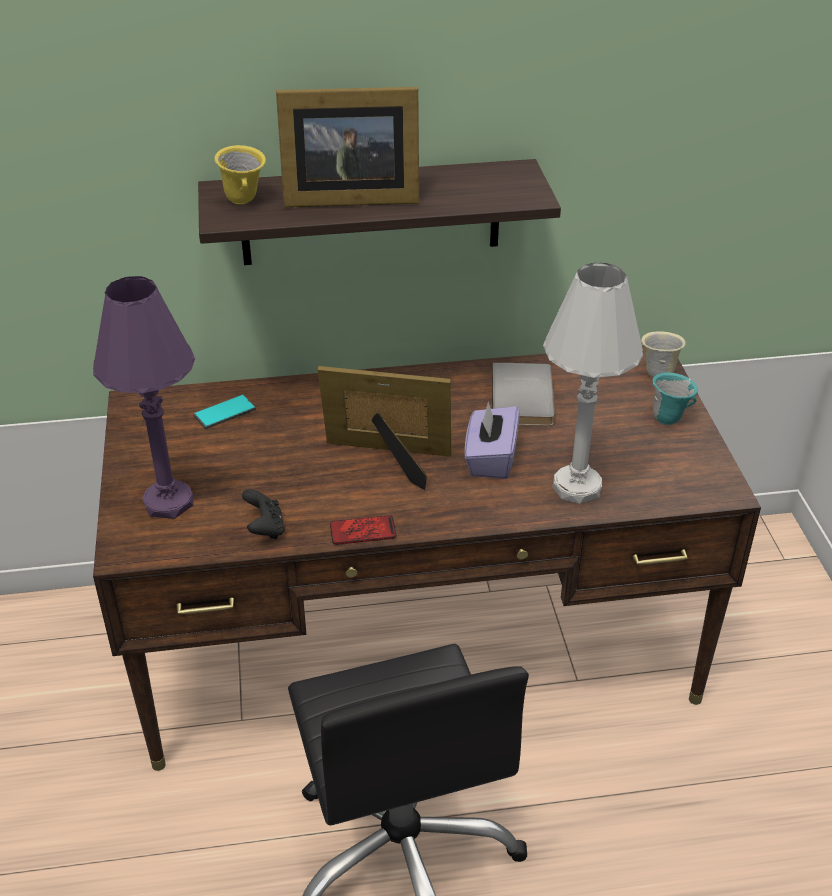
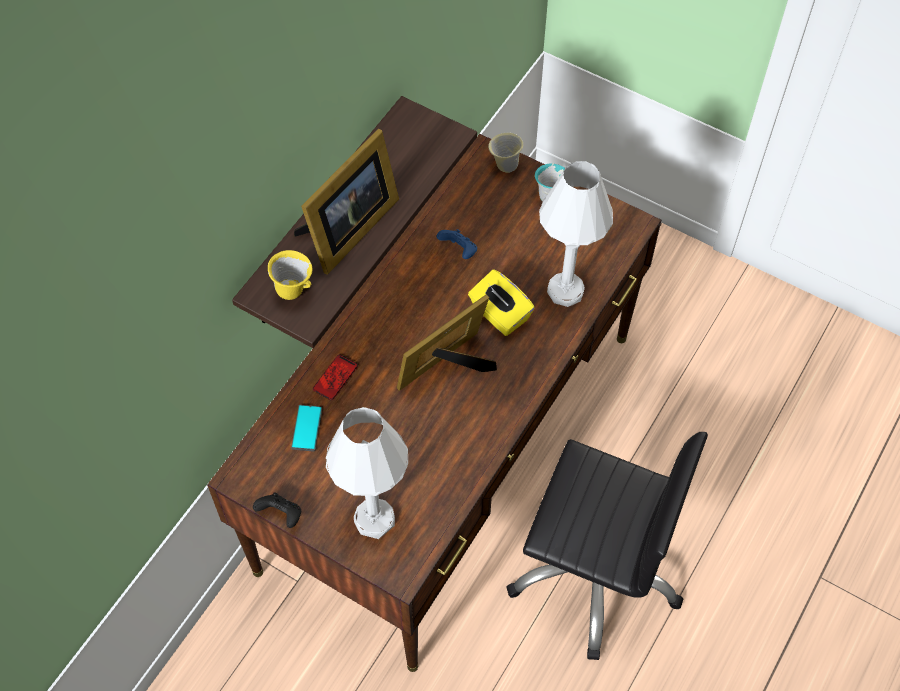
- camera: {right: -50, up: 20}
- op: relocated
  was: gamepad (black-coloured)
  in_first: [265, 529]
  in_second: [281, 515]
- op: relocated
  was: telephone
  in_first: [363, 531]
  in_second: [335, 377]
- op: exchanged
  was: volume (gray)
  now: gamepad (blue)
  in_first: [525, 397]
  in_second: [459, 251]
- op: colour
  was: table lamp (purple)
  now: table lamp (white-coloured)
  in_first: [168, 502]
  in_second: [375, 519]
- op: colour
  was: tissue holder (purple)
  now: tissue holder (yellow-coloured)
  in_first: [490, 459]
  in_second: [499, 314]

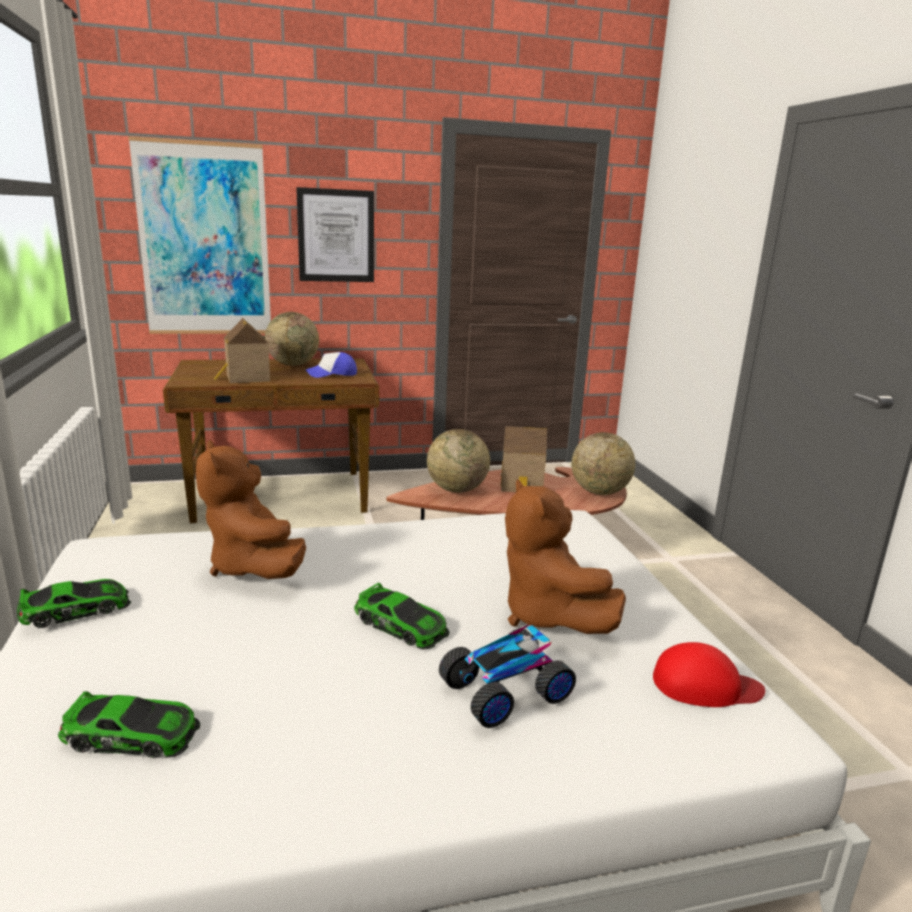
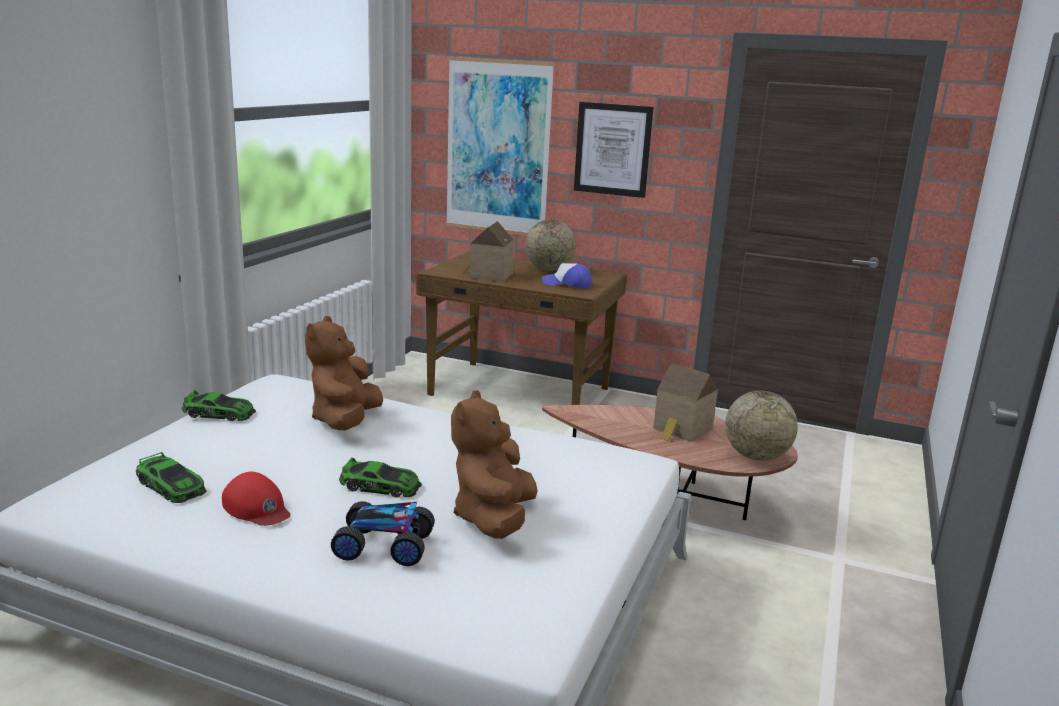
- camera: {right: 35, up: 0}
- op: missing
  was: world globe
  in_first: [457, 490]
- op: relocated
  was: cap (red-coloured)
  in_first: [705, 685]
  in_second: [257, 508]
- op: spun
  was: toy car
  in_first: [401, 625]
  in_second: [381, 486]
  clockwise: -60

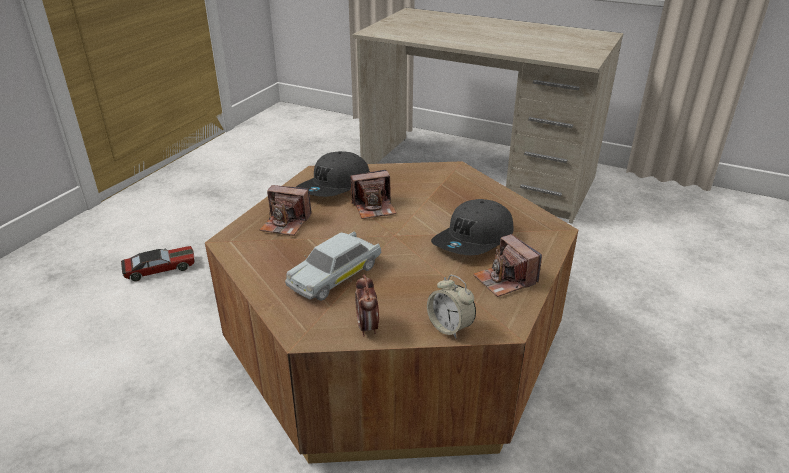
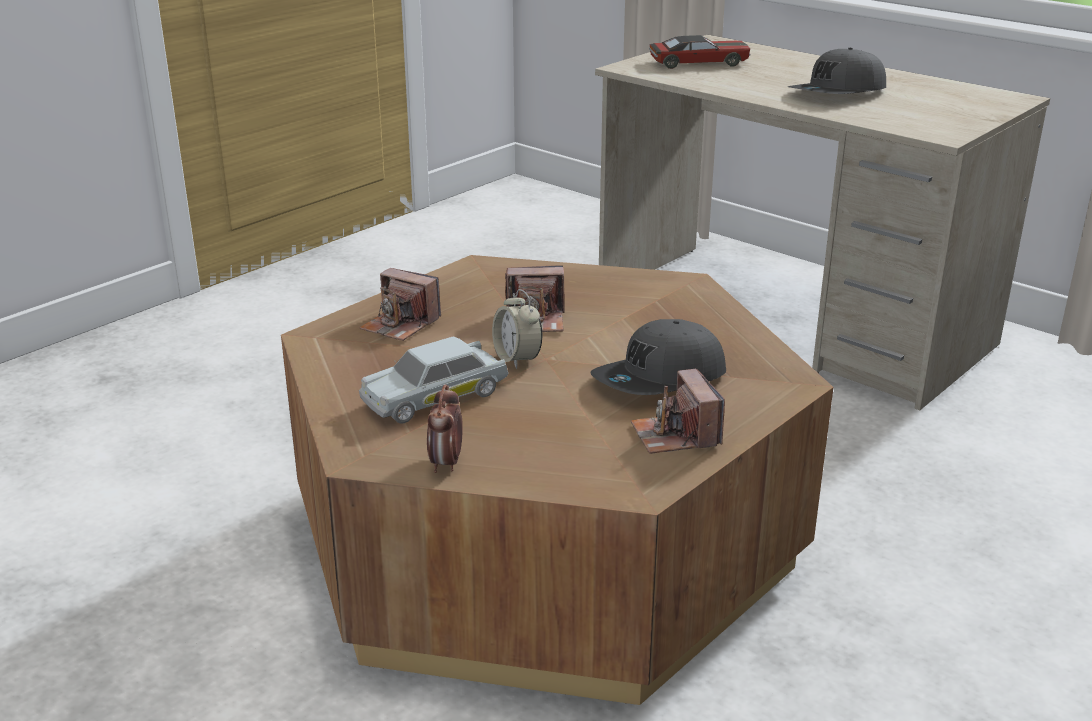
- camera: {right: 15, up: -5}
- op: relocated
  was: toy car
  in_first: [160, 268]
  in_second: [699, 63]
- op: relocated
  was: cap (gray)
  in_first: [335, 186]
  in_second: [838, 93]
- op: relocated
  was: bedside clock
  in_first: [450, 327]
  in_second: [517, 359]

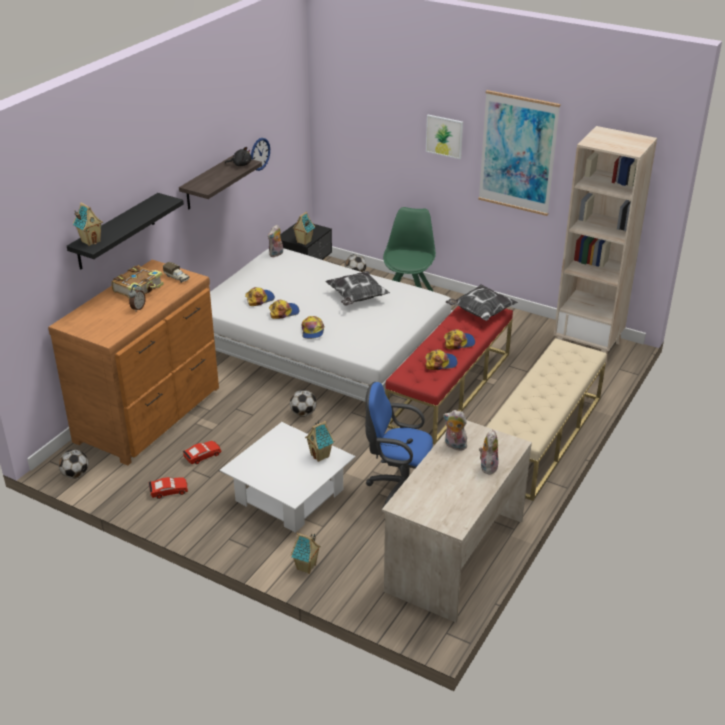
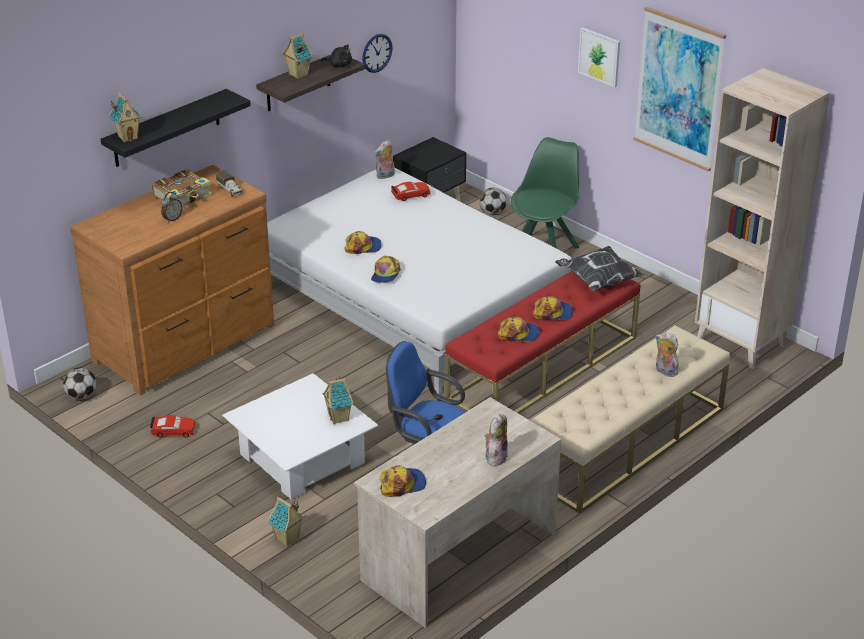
- camera: {right: 15, up: 0}
- op: missing
  was: football ball
  in_first: [303, 413]
- op: missing
  was: pillow
  in_first: [356, 298]
- op: relocated
  was: toy car (red-coloured)
  in_first: [202, 456]
  in_second: [410, 195]
- op: relocated
  was: cap
  in_first: [259, 299]
  in_second: [402, 484]
- op: relocated
  was: miniature house
  in_first: [303, 242]
  in_second: [297, 75]
- op: relocated
  was: cuddly toy
  in_first: [454, 446]
  in_second: [664, 371]

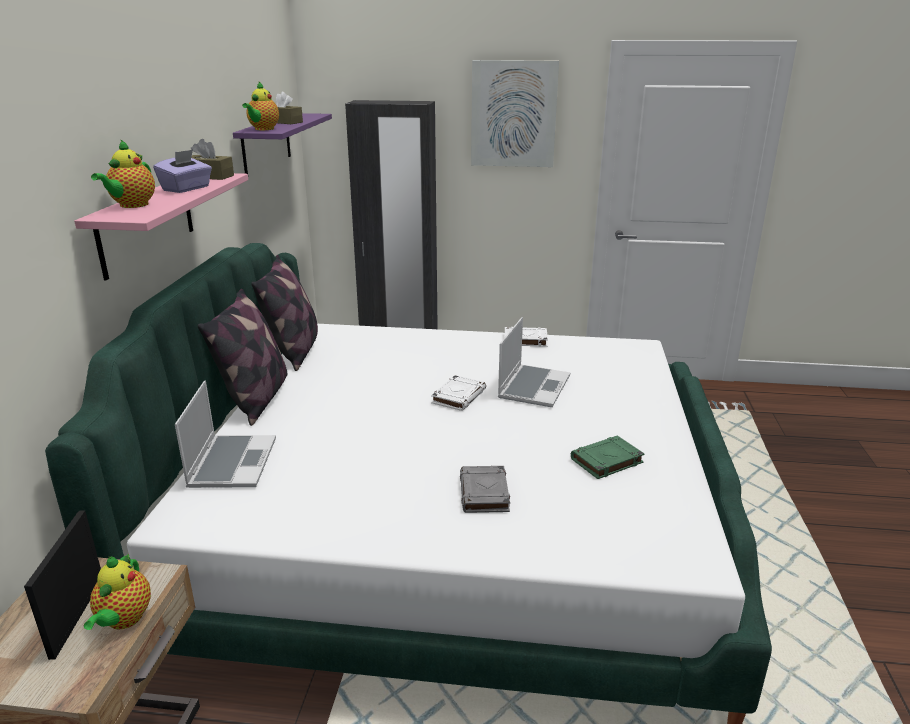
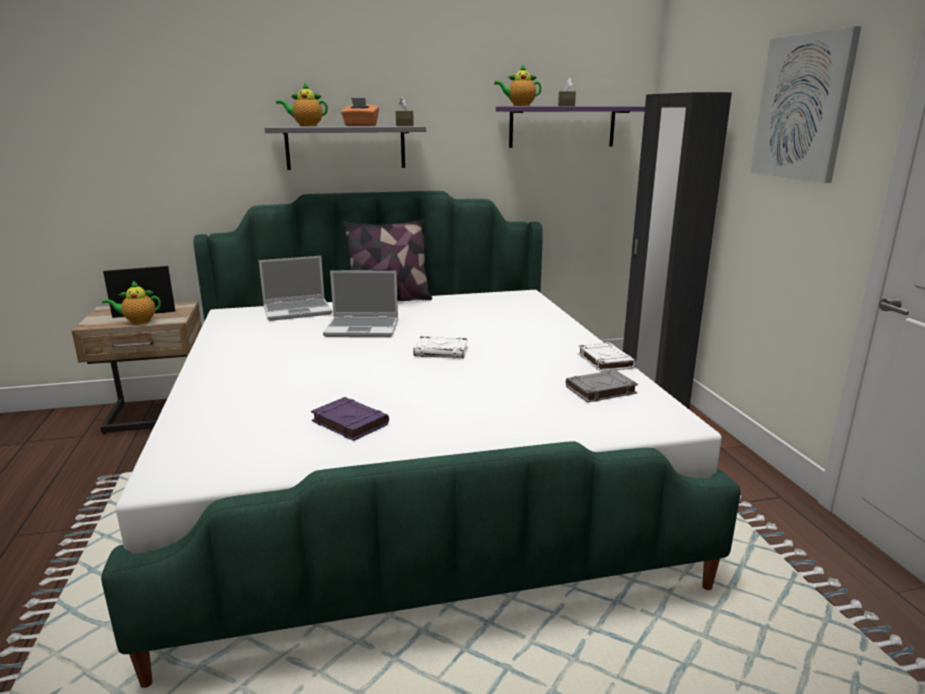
- camera: {right: 70, up: -5}
- op: missing
  was: pillow
  in_first: [294, 351]
- op: relocated
  was: volume (gray)
  in_first: [484, 494]
  in_second: [600, 390]
- op: relocated
  was: portable computer
  in_first: [533, 387]
  in_second: [363, 328]
- op: colour
  was: bracket shelf (pinkish)
  now: bracket shelf (gray)
  in_first: [147, 223]
  in_second: [346, 147]
- op: colour
  was: tissue holder (purple)
  now: tissue holder (orangey)
  in_first: [186, 189]
  in_second: [360, 126]
- op: colour
  was: volume (green-coloured)
  now: volume (purple)
  in_first: [606, 461]
  in_second: [349, 423]

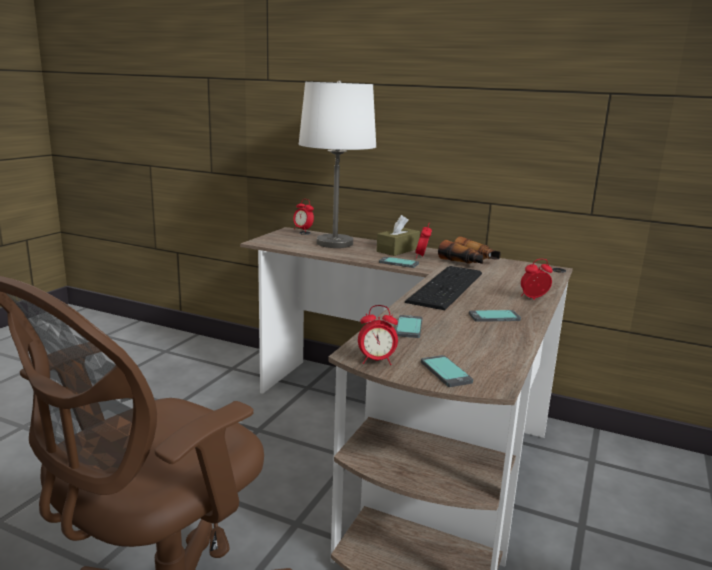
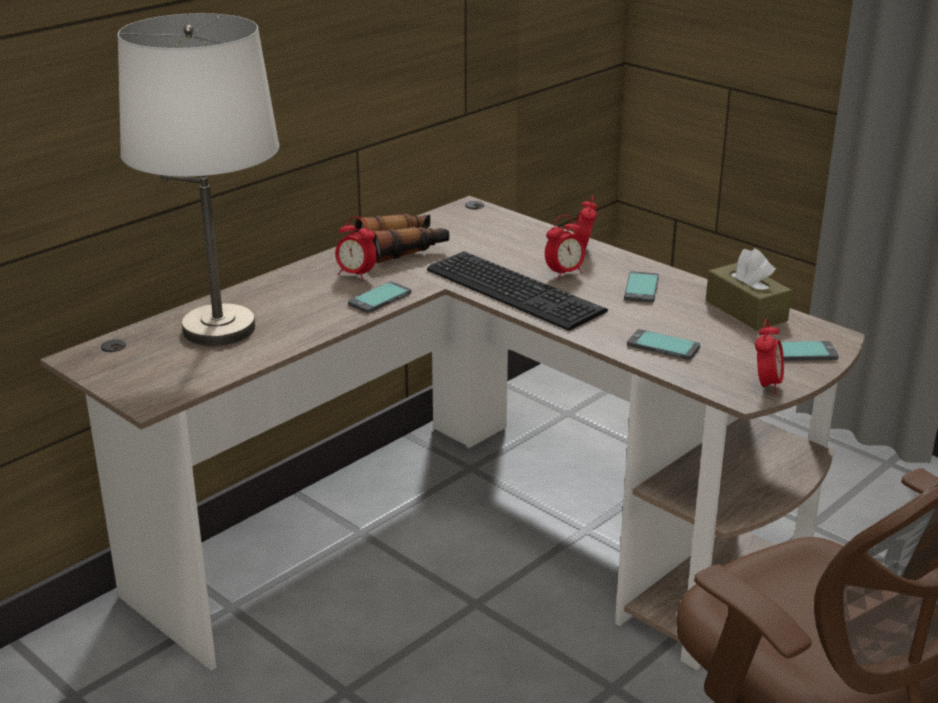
- camera: {right: -70, up: 10}
- op: relocated
  was: bedside clock
  in_first: [303, 230]
  in_second: [564, 273]
- op: relocated
  was: tissue holder (brown-coloured)
  in_first: [397, 250]
  in_second: [746, 310]

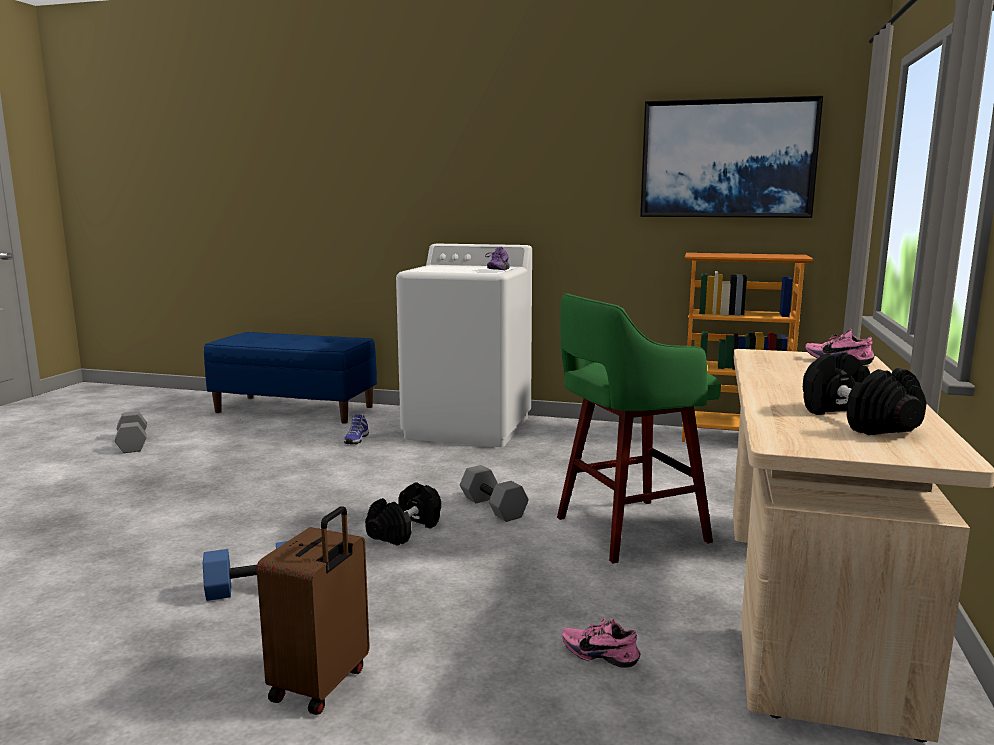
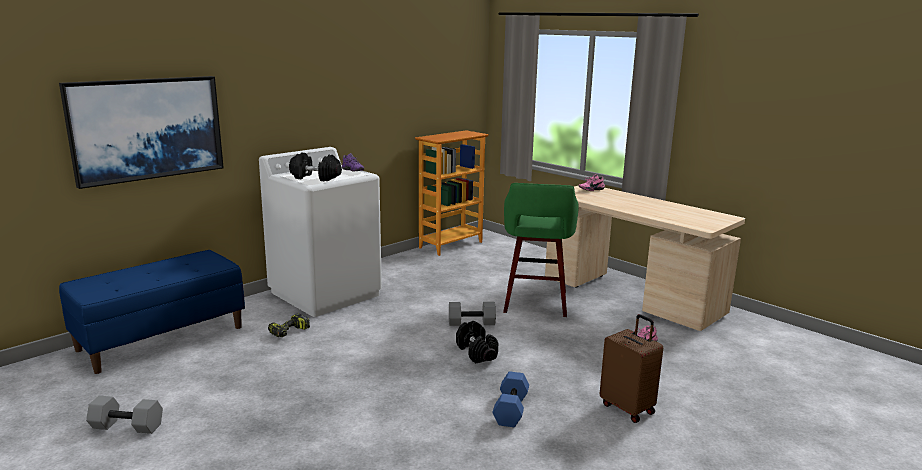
- camera: {right: -60, up: 5}
- op: relocated
  was: picture
  in_first: [727, 159]
  in_second: [147, 128]
- op: relocated
  was: free weight (black-coloured)
  in_first: [856, 420]
  in_second: [315, 178]
- op: exchanged
  was: item of footwear
  now: electric drill
  in_first: [356, 440]
  in_second: [289, 332]

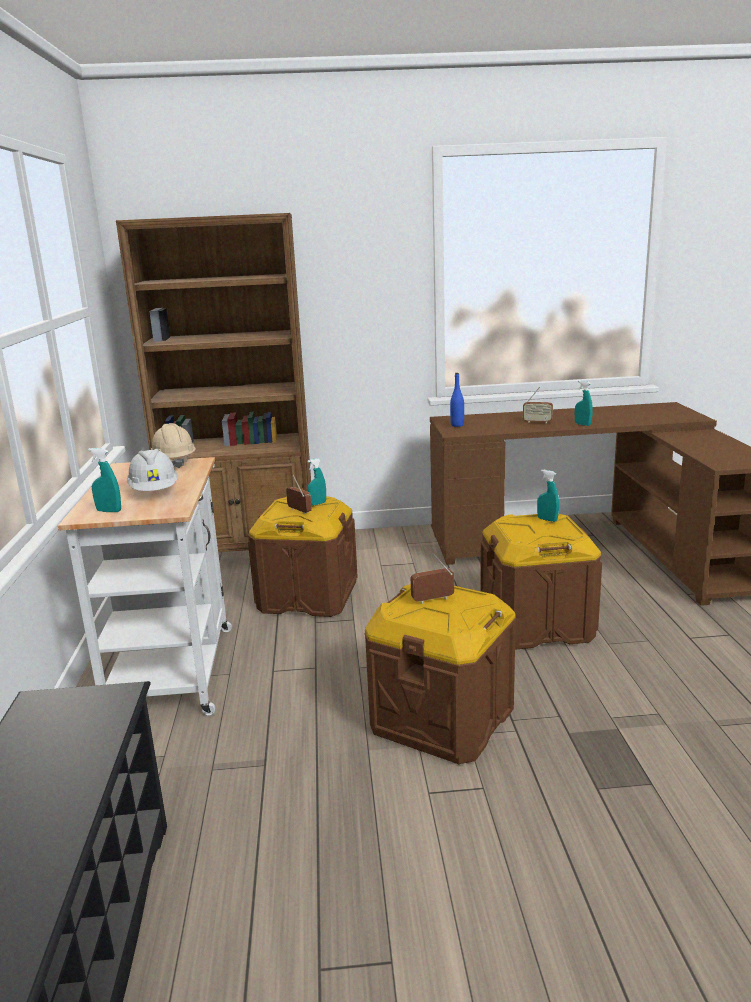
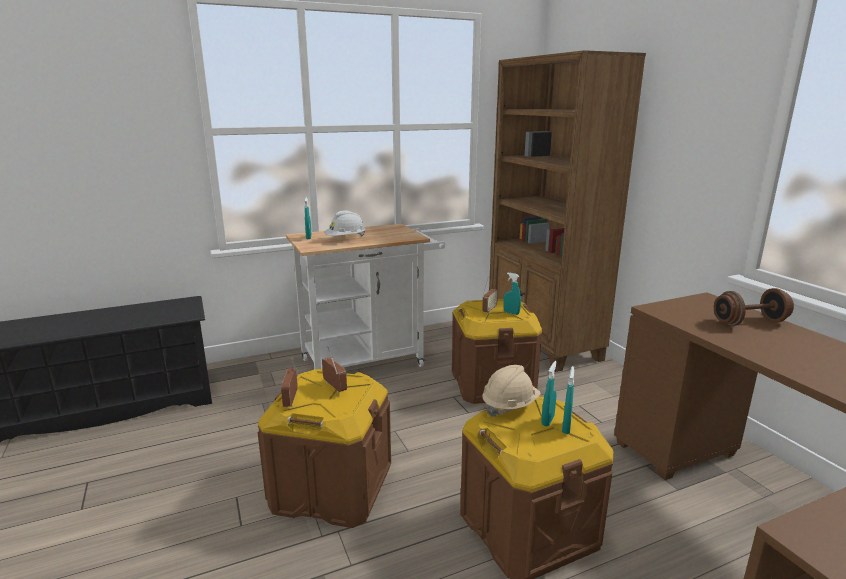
- camera: {right: 70, up: 0}
- op: missing
  was: beverage bottle (blue)
  in_first: [457, 425]
- op: appeared
  now: free weight (brown-coloured)
  in_second: [749, 322]
- op: relocated
  was: work helmet (beige-coloured)
  in_first: [174, 462]
  in_second: [509, 406]
- op: relocated
  was: radio
  in_first: [537, 422]
  in_second: [291, 400]
- op: relocated
  was: sprayer (blue-green)
  in_first: [582, 424]
  in_second: [547, 421]

